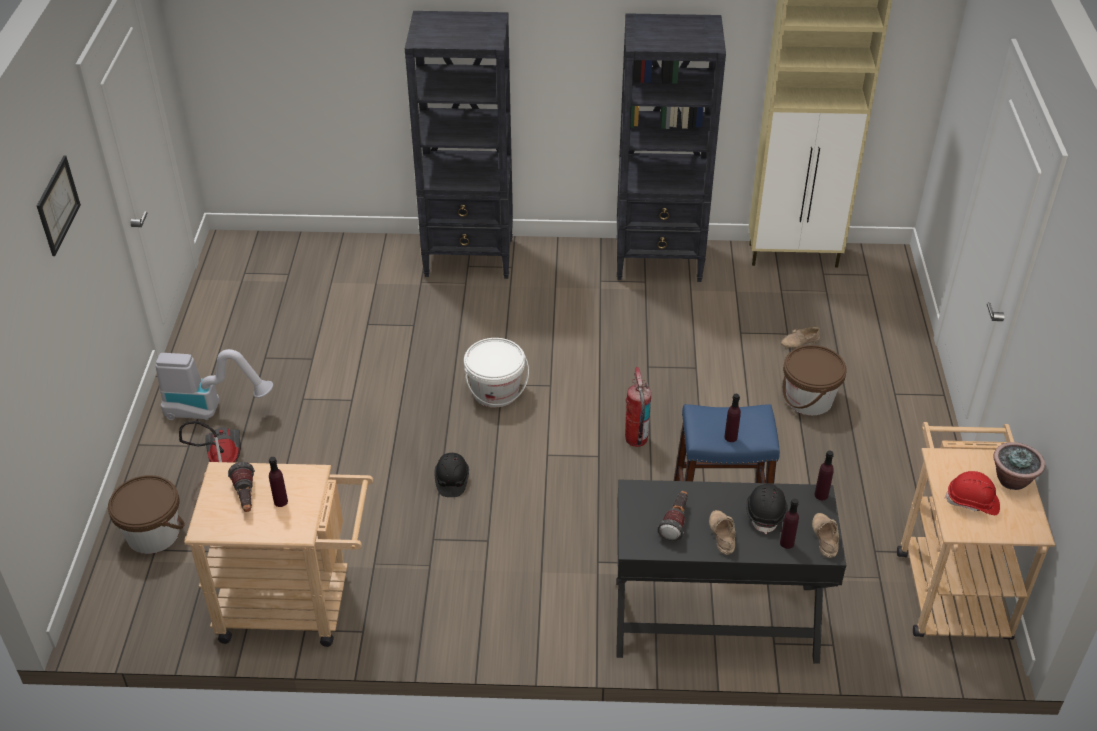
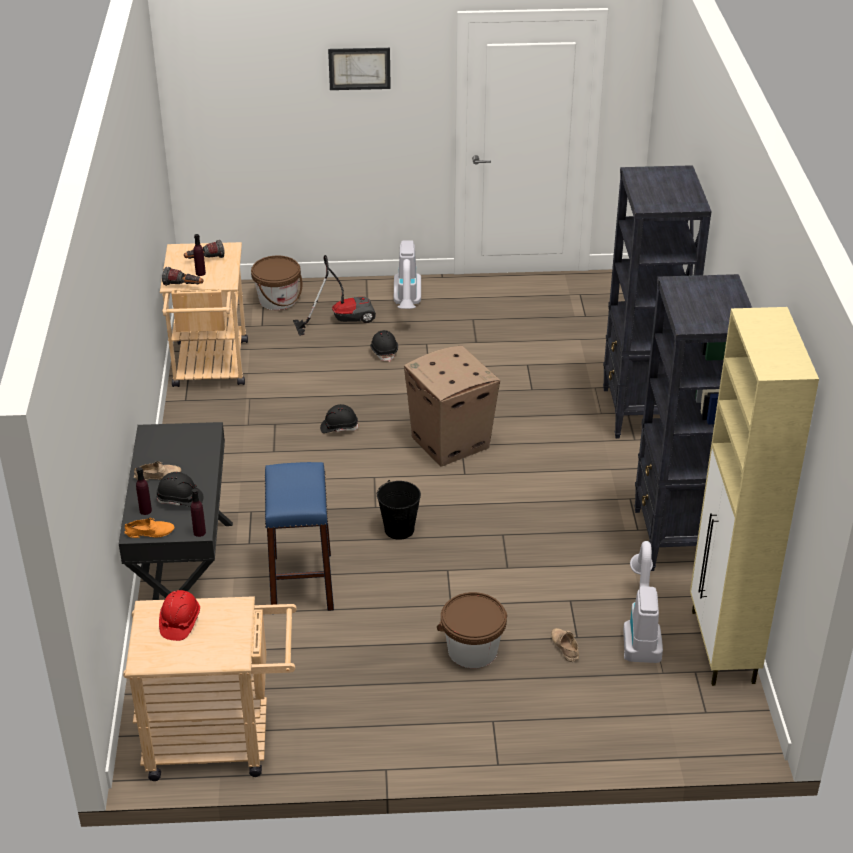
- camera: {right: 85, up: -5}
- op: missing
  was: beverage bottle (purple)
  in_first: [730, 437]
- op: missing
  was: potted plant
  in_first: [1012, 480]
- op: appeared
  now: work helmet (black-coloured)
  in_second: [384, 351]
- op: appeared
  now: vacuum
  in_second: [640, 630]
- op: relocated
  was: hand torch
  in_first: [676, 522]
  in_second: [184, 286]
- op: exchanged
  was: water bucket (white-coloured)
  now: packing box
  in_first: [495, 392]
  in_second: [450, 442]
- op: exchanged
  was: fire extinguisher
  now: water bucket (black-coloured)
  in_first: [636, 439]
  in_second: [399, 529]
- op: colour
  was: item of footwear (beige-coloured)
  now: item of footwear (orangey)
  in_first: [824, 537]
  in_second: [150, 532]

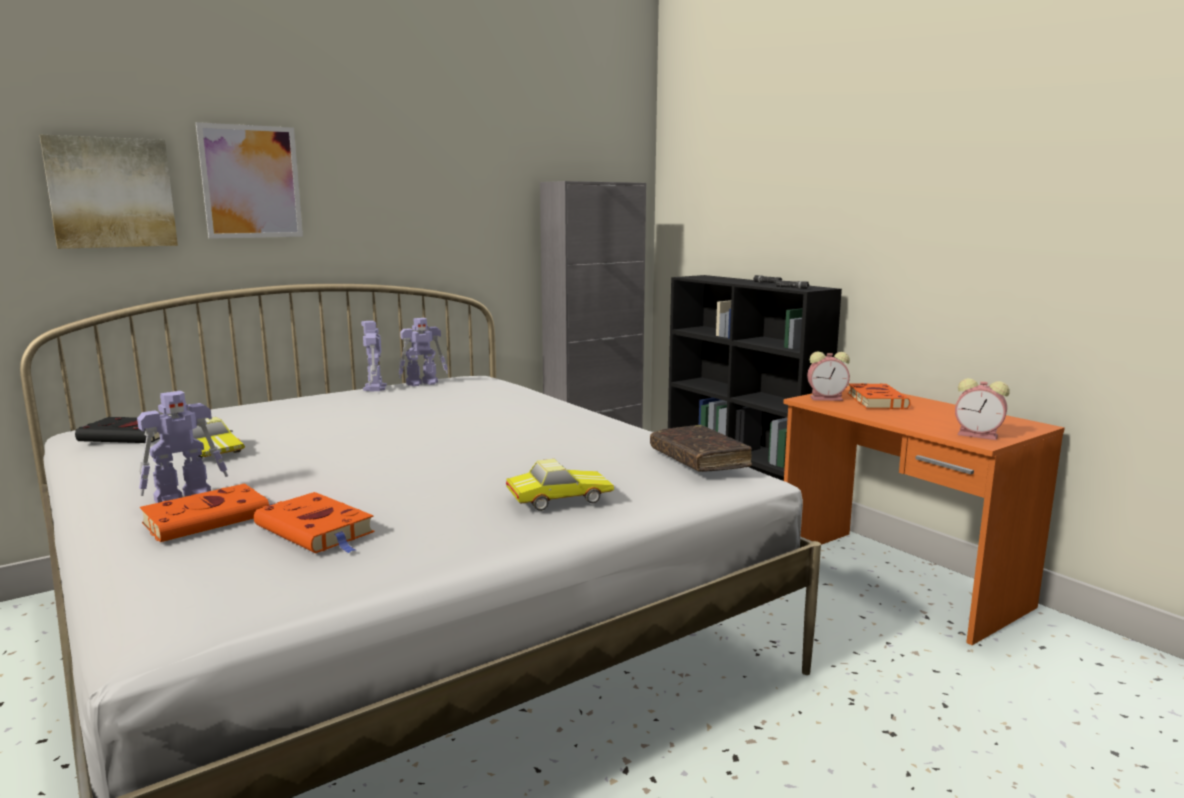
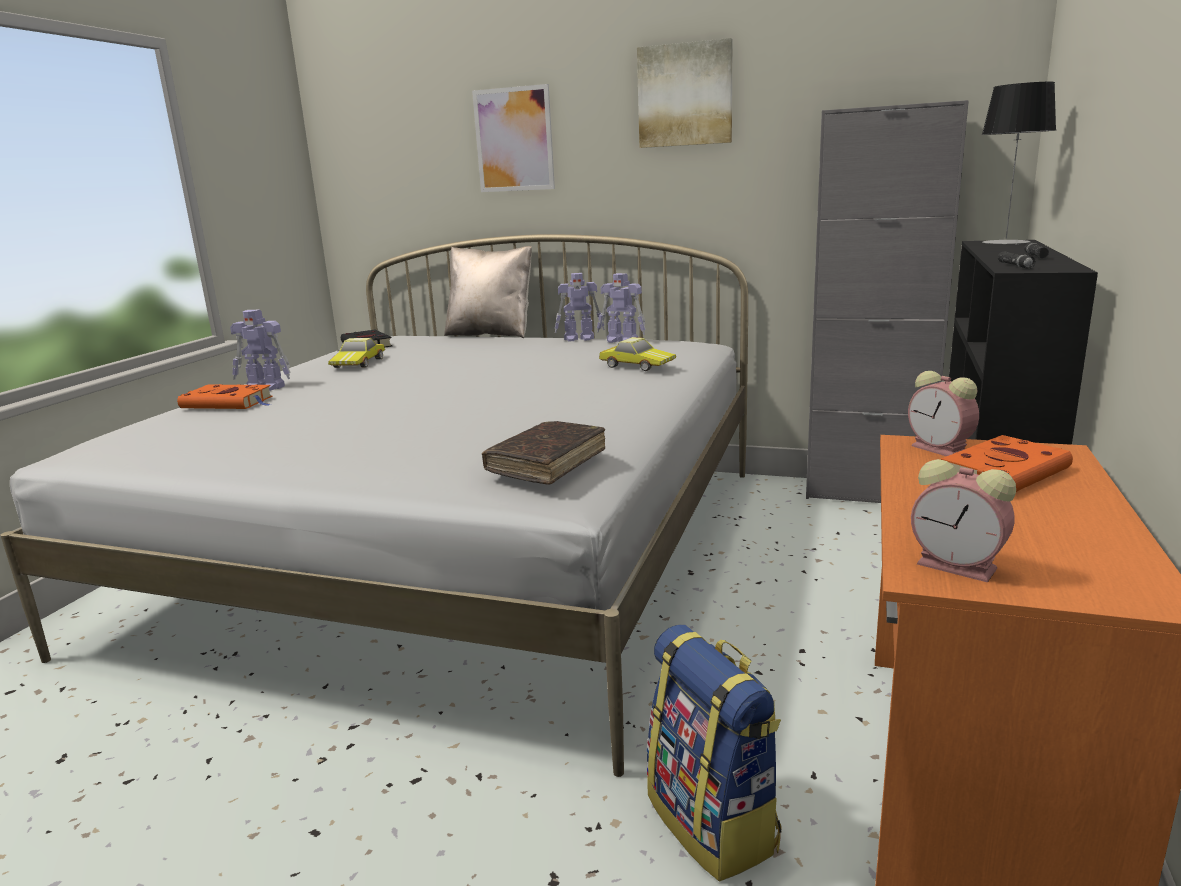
- camera: {right: 55, up: 5}
- op: missing
  was: volume (orangey)
  in_first: [317, 530]
- op: appeared
  now: pillow (beige-coloured)
  in_second: [491, 334]
- op: appeared
  now: backpack
  in_second: [714, 822]
- op: appeared
  now: table lamp
  in_second: [1005, 242]
- op: relocated
  was: picture
  in_first: [111, 193]
  in_second: [685, 95]
- op: relocated
  was: toy car
  in_first: [558, 497]
  in_second: [637, 365]
- op: spun
  was: toy robot
  in_first: [375, 388]
  in_second: [580, 338]
  clockwise: -135
- op: spun
  was: bedside clock
  in_first: [979, 435]
  in_second: [960, 566]
  clockwise: -45

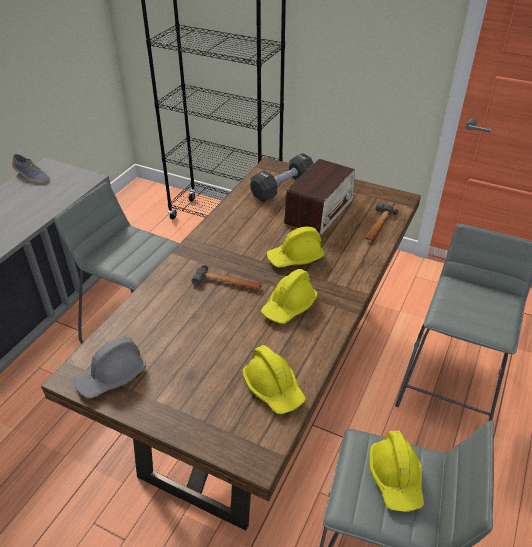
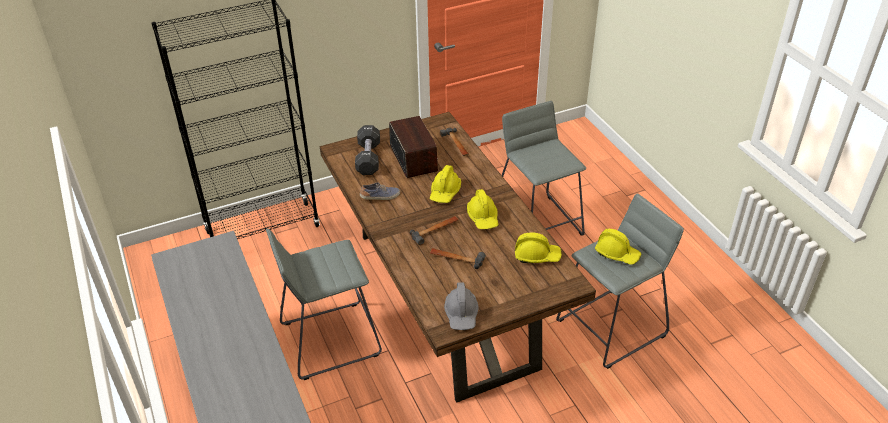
- camera: {right: -50, up: 0}
- op: appeared
  now: tool hammer
  in_second: [456, 258]
- op: relocated
  was: item of footwear
  in_first: [31, 176]
  in_second: [380, 197]

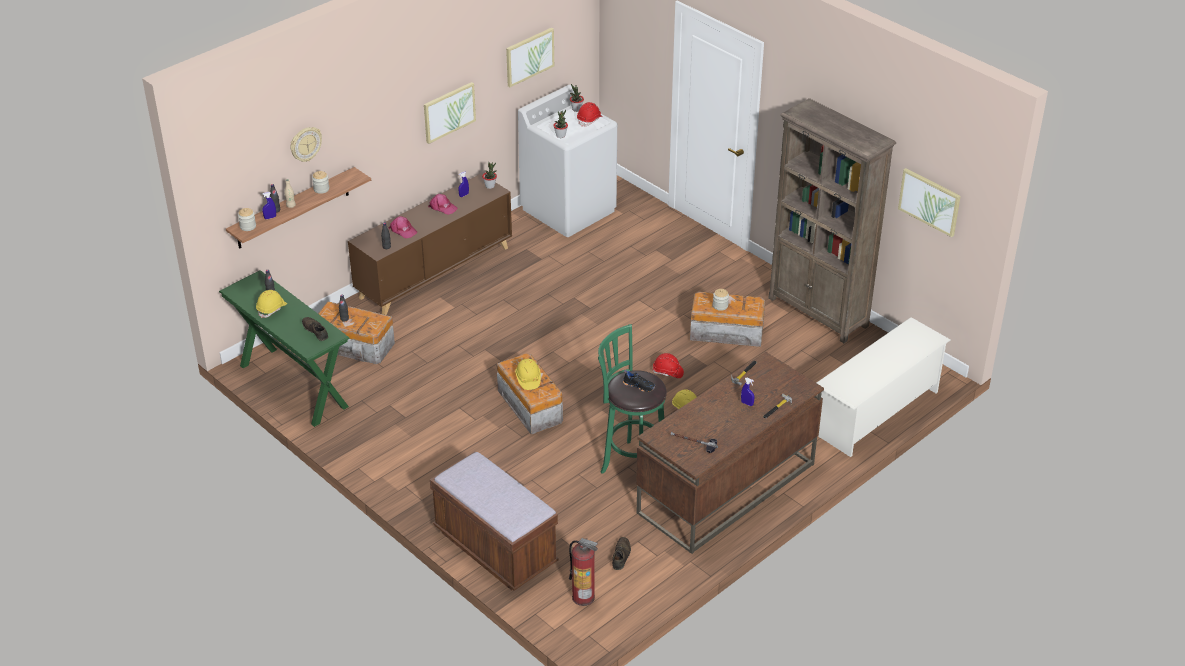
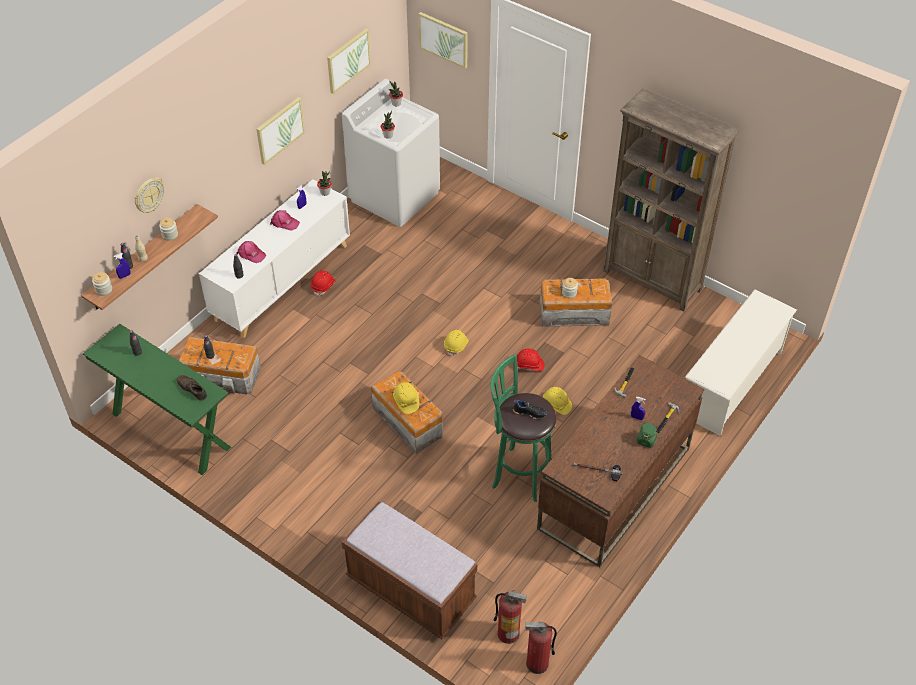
- camera: {right: -10, up: 10}
- op: missing
  was: item of footwear (brown-coloured)
  in_first: [621, 556]
- op: appeared
  now: fire extinguisher
  in_second: [537, 663]
- op: appeared
  now: preserve jar (green-coloured)
  in_second: [646, 440]
- op: relocated
  was: work helmet (yellow-coloured)
  in_first: [272, 309]
  in_second: [456, 346]
- op: relocated
  was: work helmet (red-coloured)
  in_first: [589, 120]
  in_second: [323, 286]
- op: relocated
  was: picture
  in_first: [929, 201]
  in_second: [444, 39]
- op: colour
  was: cupboard (brown-coloured)
  now: cupboard (white-coloured)
  in_first: [435, 272]
  in_second: [282, 282]

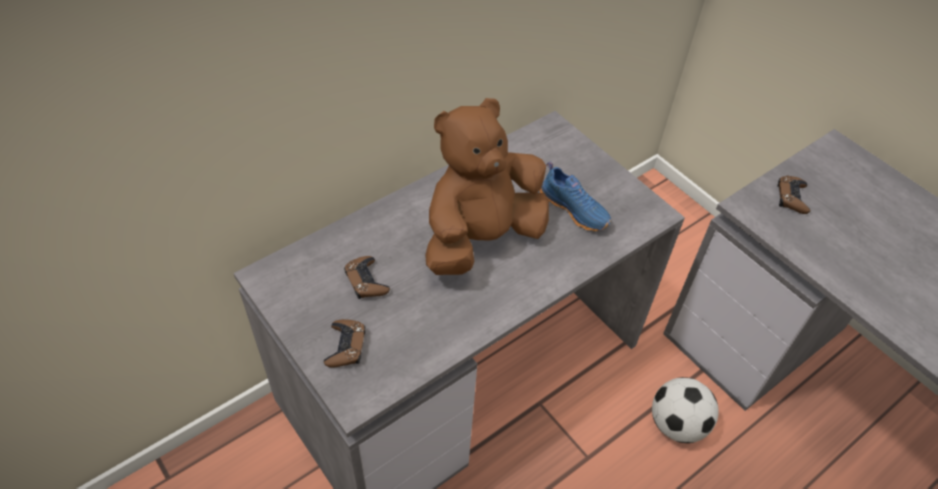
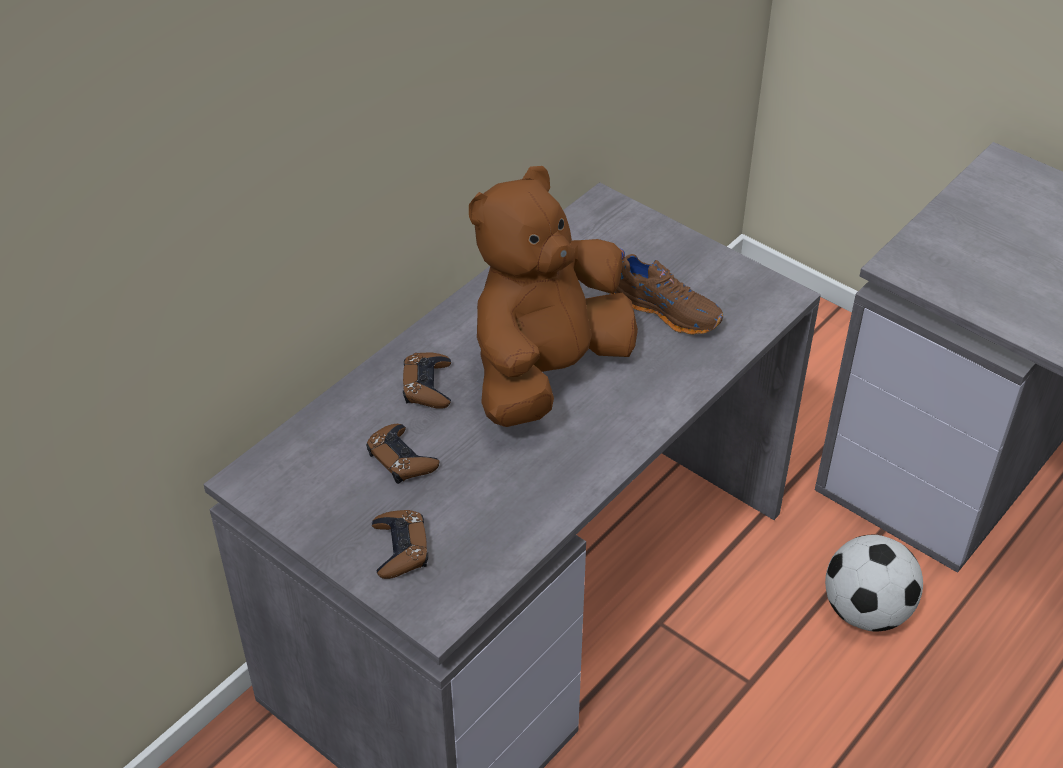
- camera: {right: -10, up: -5}
- op: relocated
  was: gamepad (brown-coloured)
  in_first: [791, 198]
  in_second: [427, 386]
- op: colour
  was: item of footwear (blue)
  now: item of footwear (brown-coloured)
  in_first: [575, 209]
  in_second: [667, 310]

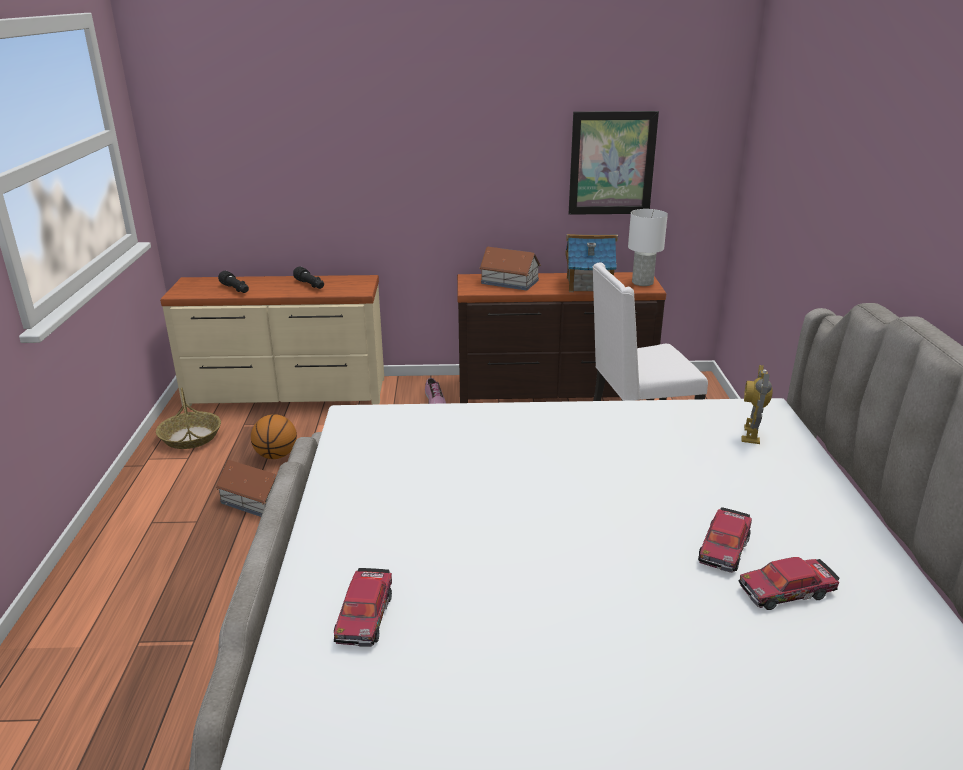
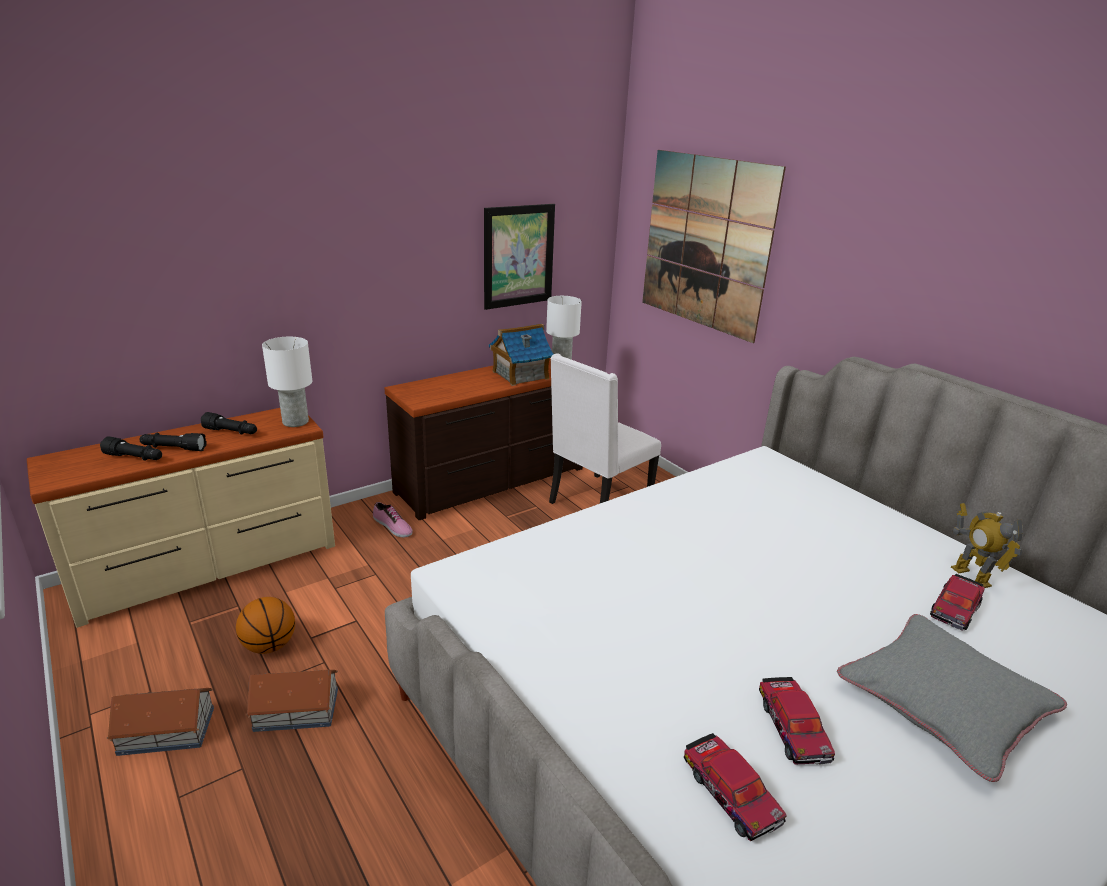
- camera: {right: -35, up: 0}
- op: missing
  was: storage basket
  in_first: [190, 437]
- op: appeared
  now: hand torch (black-coloured)
  in_second: [173, 448]
- op: appeared
  now: table lamp (white-coloured)
  in_second: [296, 422]
- op: appeared
  now: picture
  in_second: [706, 243]
- op: appeared
  now: pillow (gray)
  in_second: [943, 701]
- op: relocated
  was: miniature house
  in_first: [509, 281]
  in_second: [166, 730]
- op: relocated
  was: toy car
  in_first: [725, 547]
  in_second: [793, 727]
- op: relocated
  was: toy robot
  in_first: [751, 434]
  in_second: [970, 577]

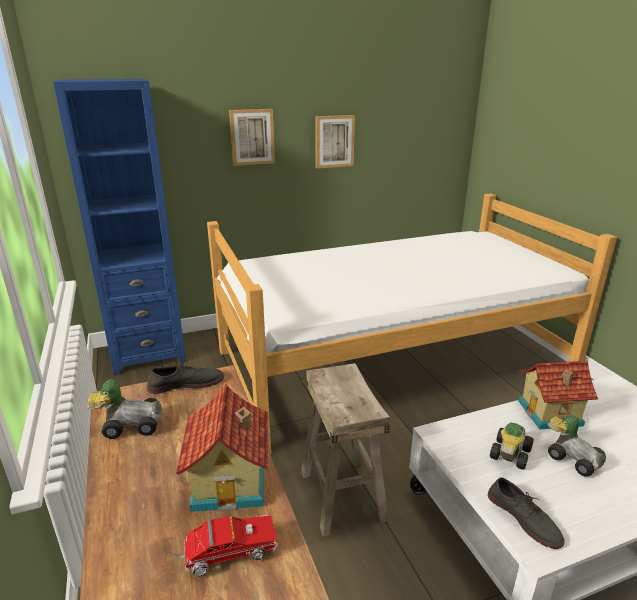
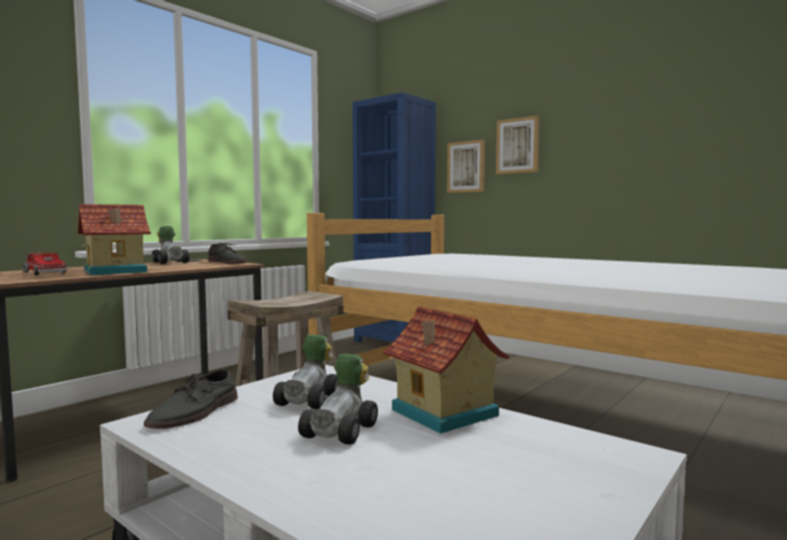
- camera: {right: 60, up: -20}
- op: relocated
  was: picture
  in_first: [334, 141]
  in_second: [466, 167]
- op: spun
  was: toy car
  in_first: [508, 455]
  in_second: [311, 399]
  clockwise: 105

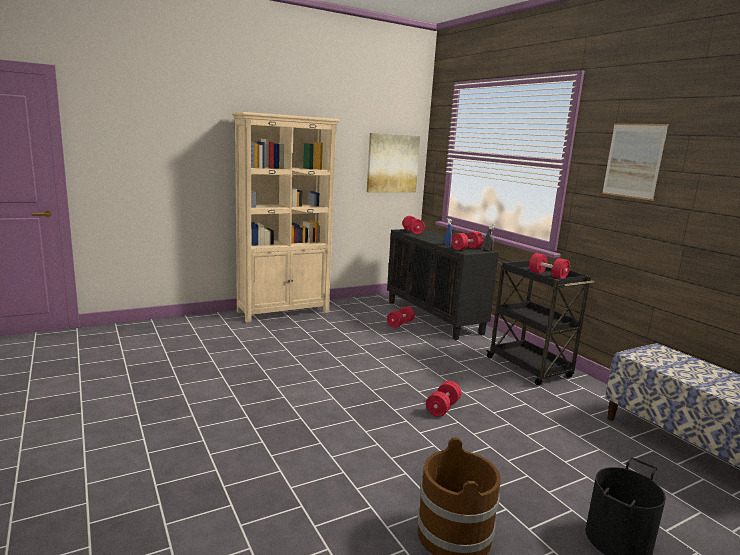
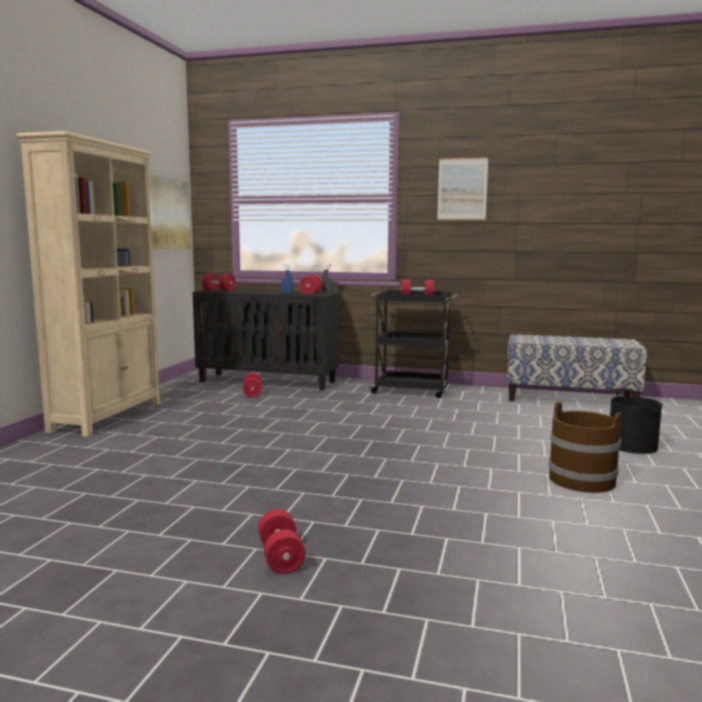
- camera: {right: -45, up: -5}
- op: relocated
  was: free weight (red-coloured)
  in_first: [442, 408]
  in_second: [280, 557]

